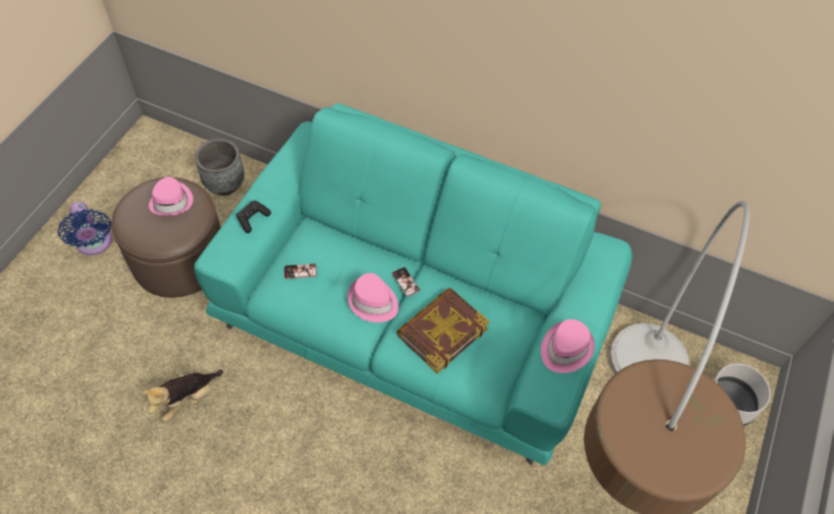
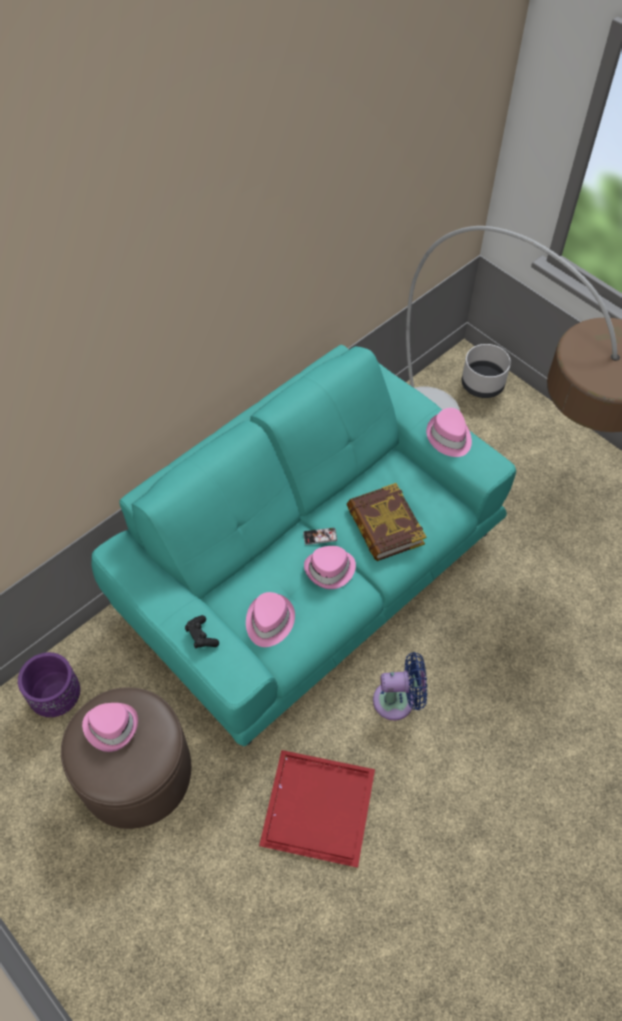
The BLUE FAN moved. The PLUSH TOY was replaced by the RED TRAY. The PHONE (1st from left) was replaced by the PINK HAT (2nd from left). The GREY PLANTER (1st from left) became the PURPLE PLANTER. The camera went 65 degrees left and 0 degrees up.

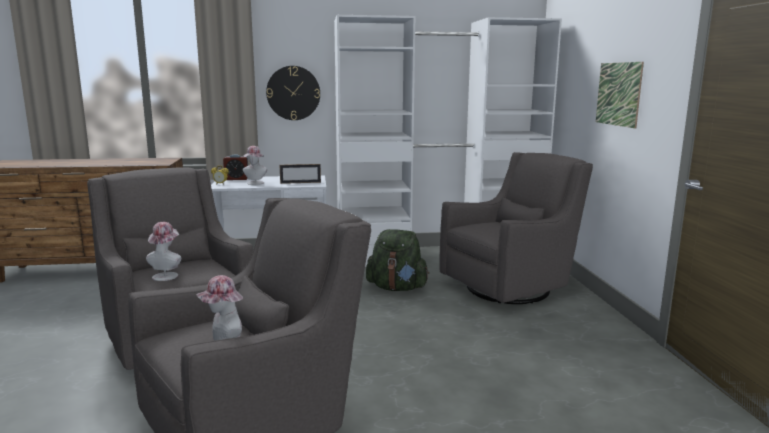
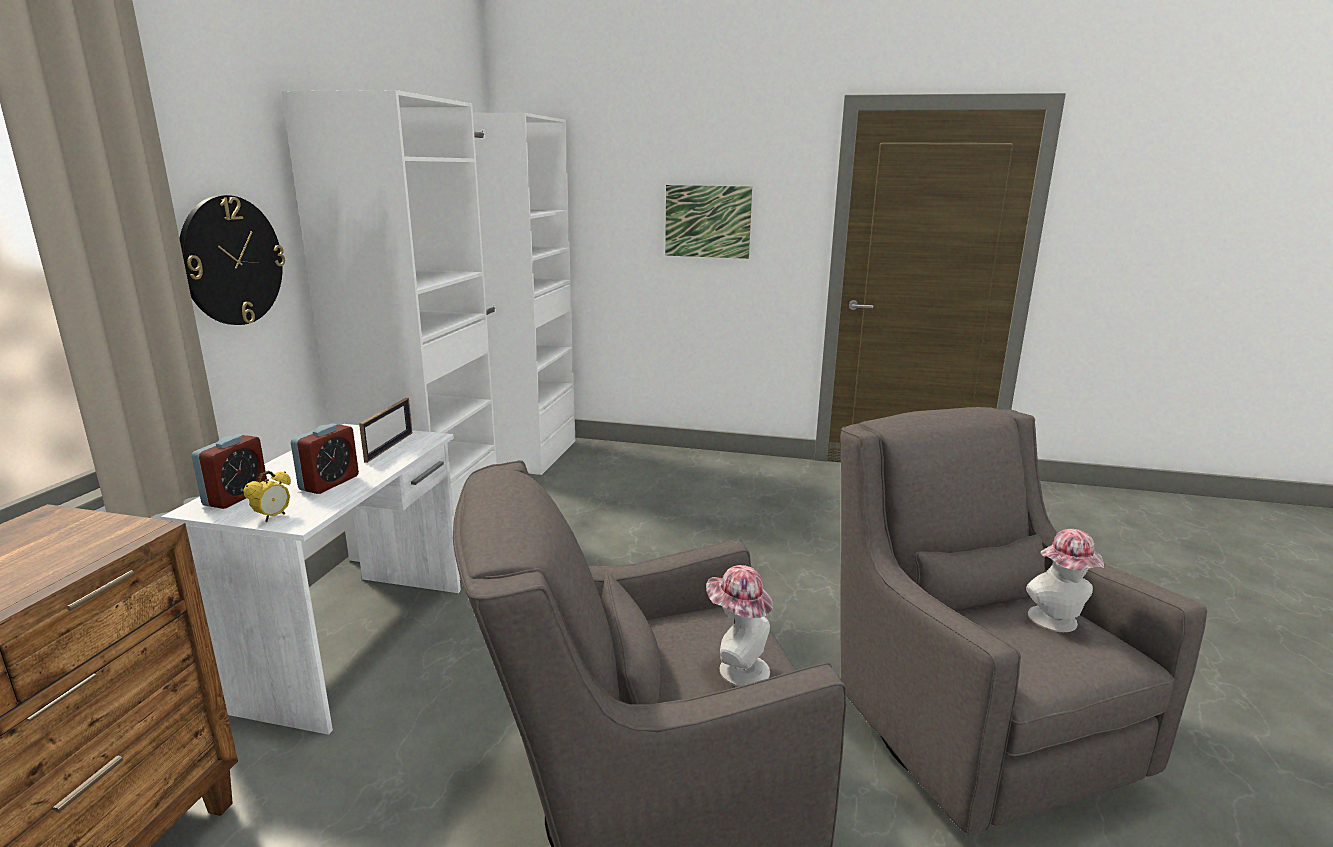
The GREEN BACKPACK disappeared. The GREY ARMCHAIR (3rd from left) disappeared. The HAT (3rd from left) was replaced by the ALARM CLOCK (3rd from left). The camera went 70 degrees left and 5 degrees up.

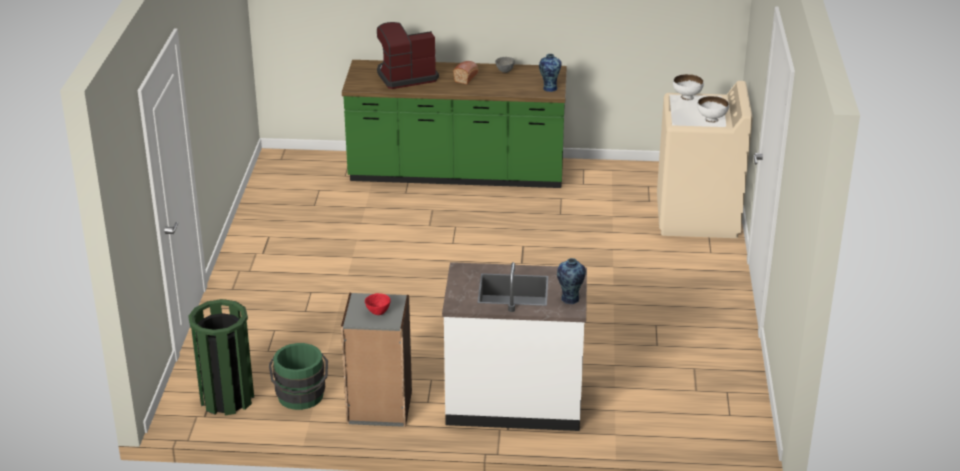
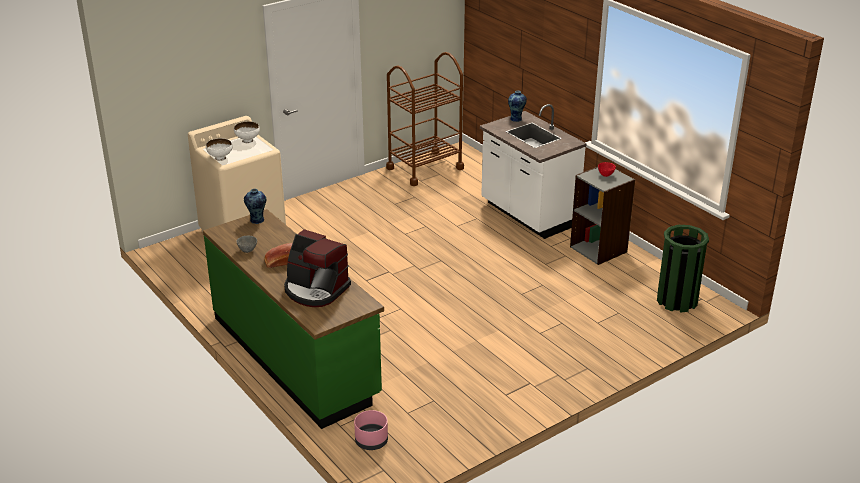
The GREEN BUCKET disappeared. The PINK PLANTER appeared. The BROWN CART appeared. The camera went 130 degrees left and 0 degrees up.

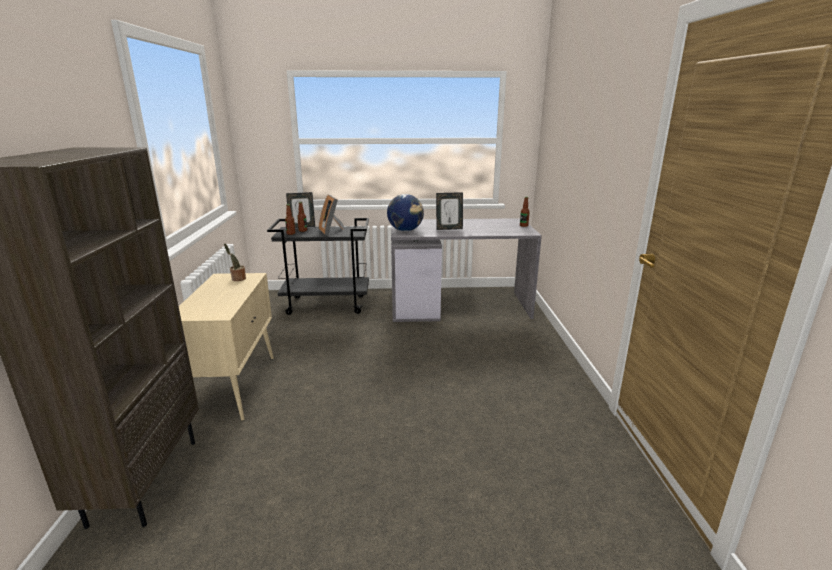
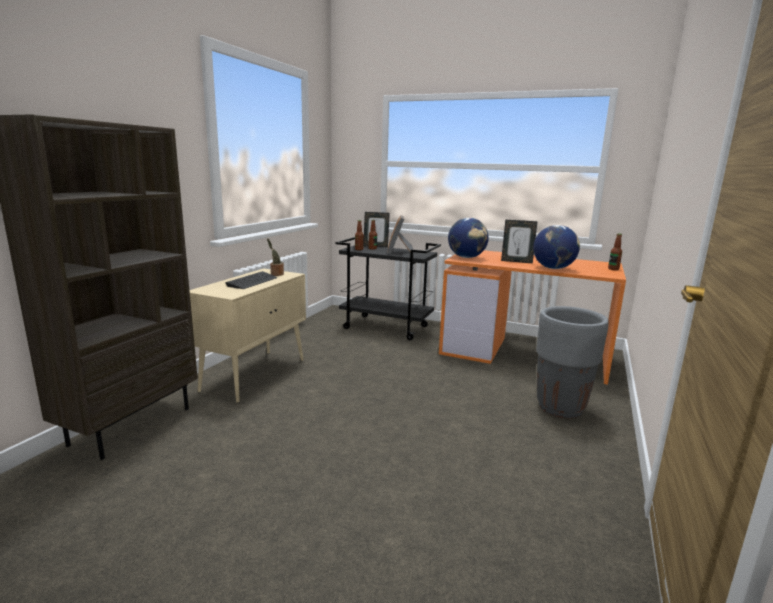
The KEYBOARD appeared. The GLOBE (2nd from left) appeared. The GREY PLANTER appeared. The GREY DESK became the ORANGE DESK. The camera went 25 degrees right and 5 degrees down.

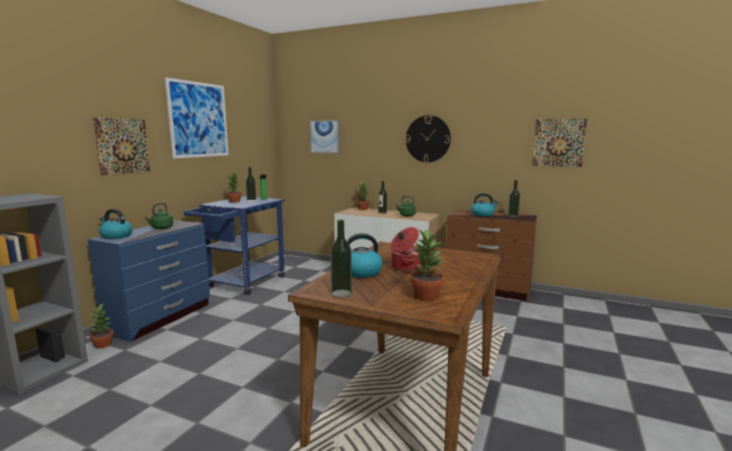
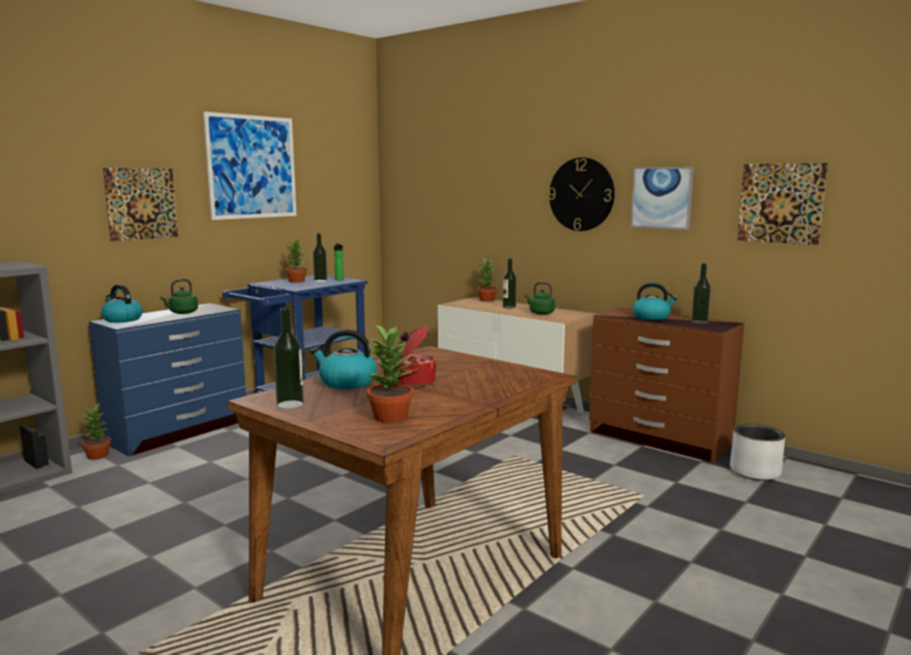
The GREY PLANTER appeared. The PICTURE (3rd from left) moved. The camera went 15 degrees right and 0 degrees up.

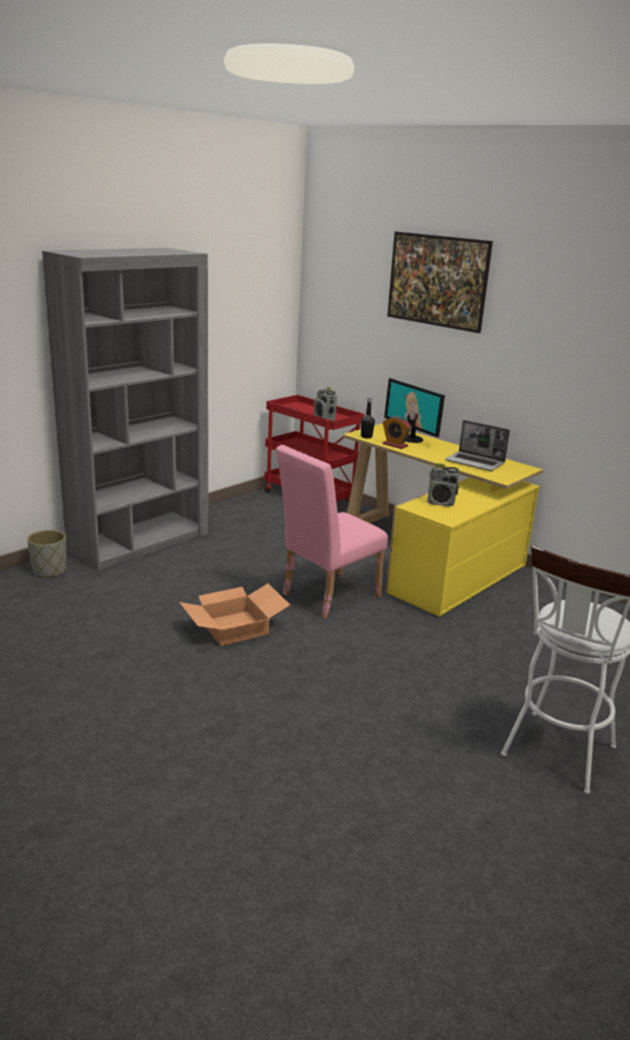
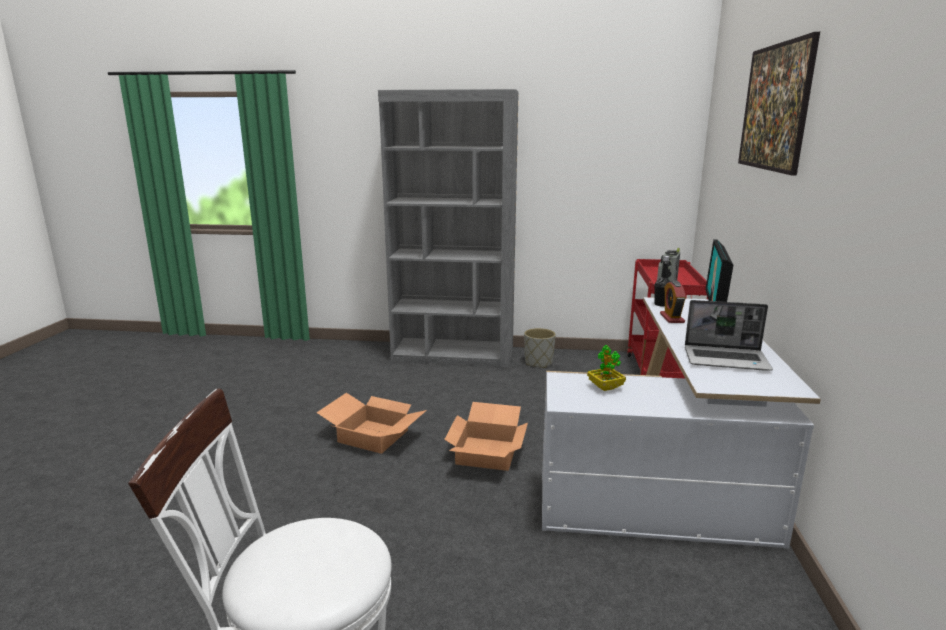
The GREY PLANTER moved. The PINK CHAIR was replaced by the CARDBOARD BOX (2nd from left). The RADIO (2nd from left) was replaced by the POTTED PLANT. The YELLOW DESK became the WHITE DESK. The LAPTOP turned 75 degrees counterclockwise. The camera went 55 degrees right and 5 degrees down.

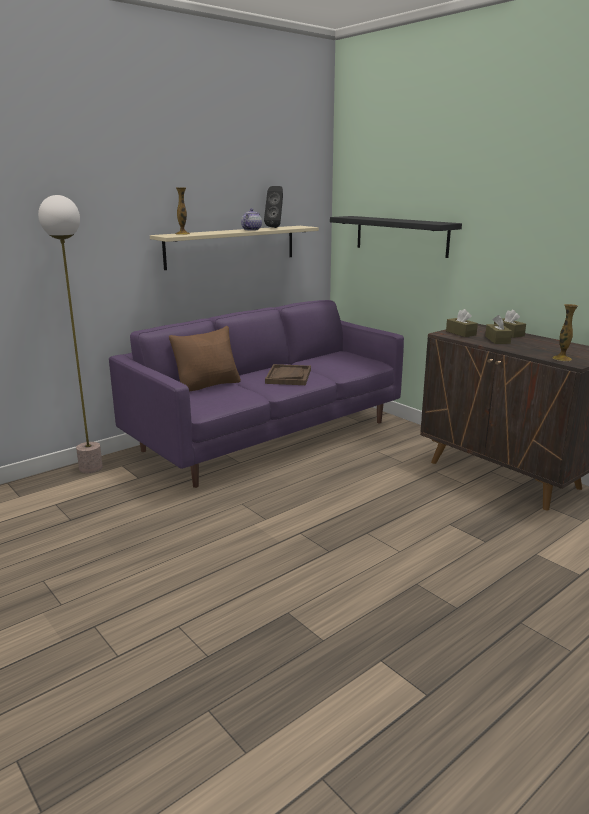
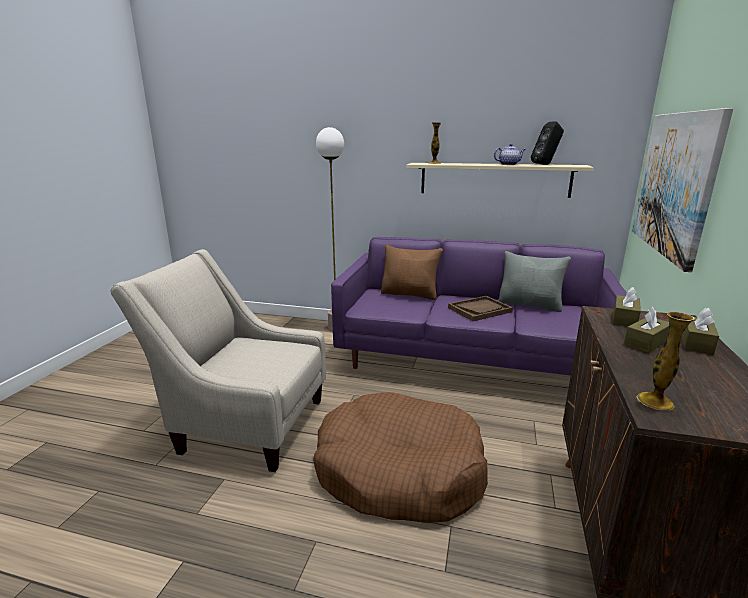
The BEIGE ARMCHAIR appeared. The BROWN DOG BED appeared. The GREY PILLOW appeared. The BLACK SHELF was replaced by the PICTURE. The camera went 55 degrees right and 0 degrees up.

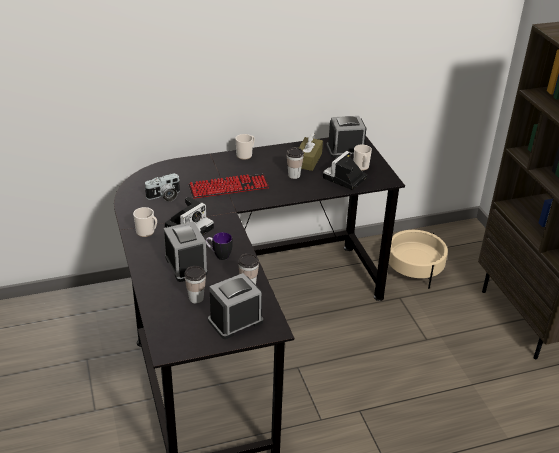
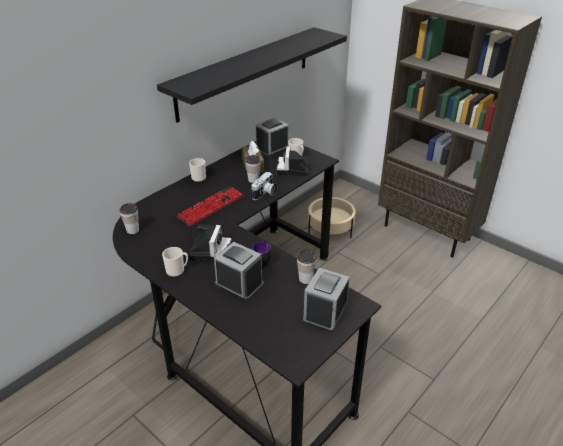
The BLACK SHELF appeared. The PHOTO CAMERA (1st from left in the first image) moved. The CUP (1st from left) moved. The camera went 30 degrees left and 0 degrees up.

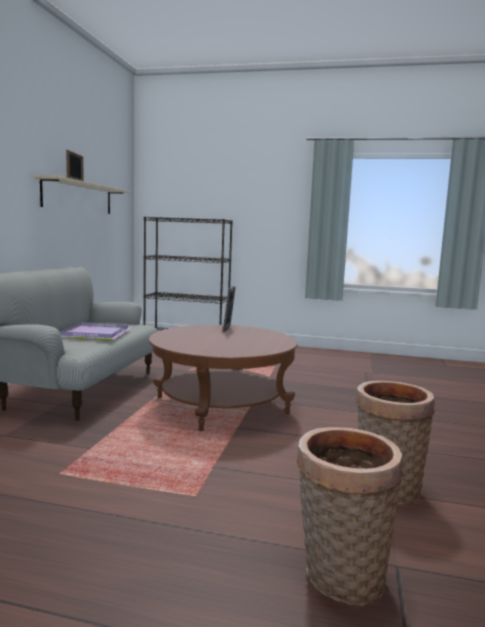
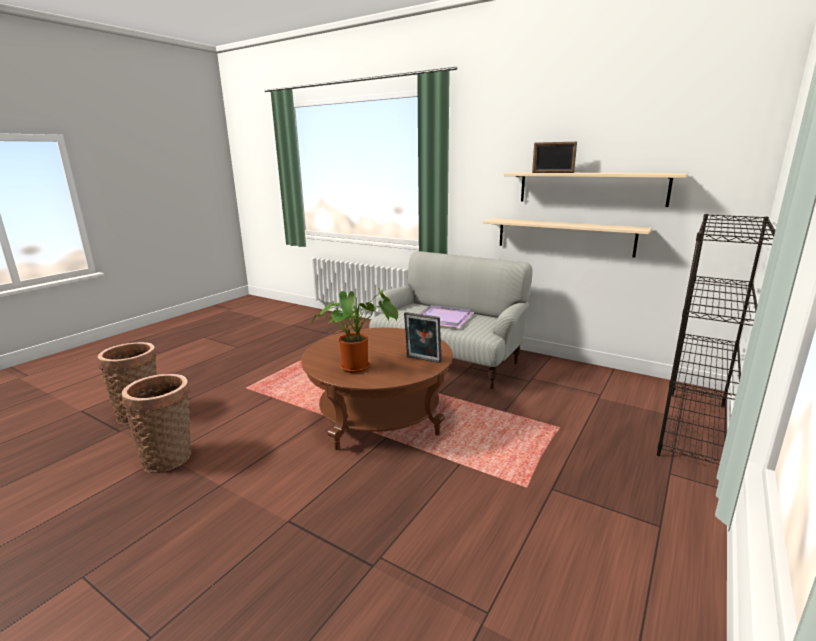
The POTTED PLANT appeared. The BEIGE SHELF (1st from left) appeared. The camera went 110 degrees right and 10 degrees up.

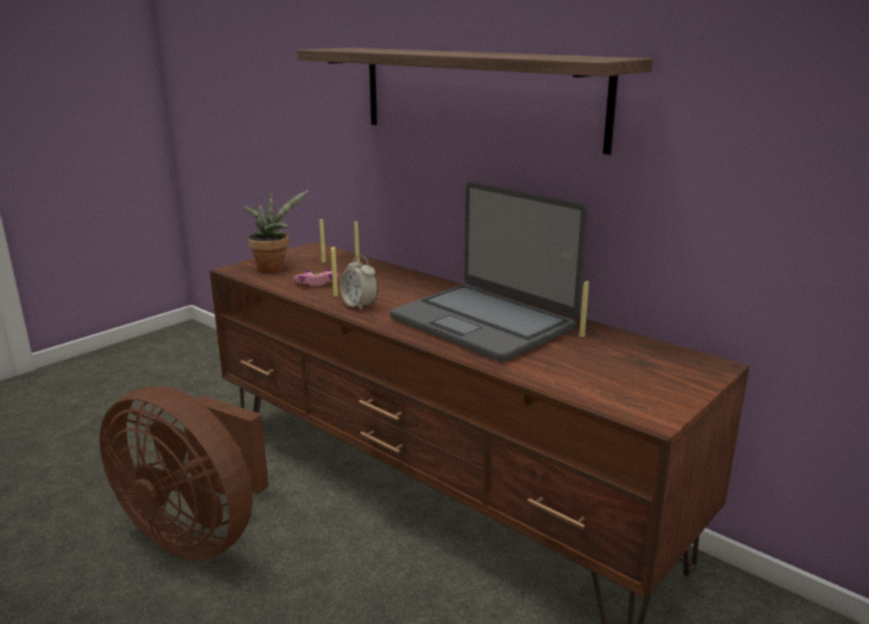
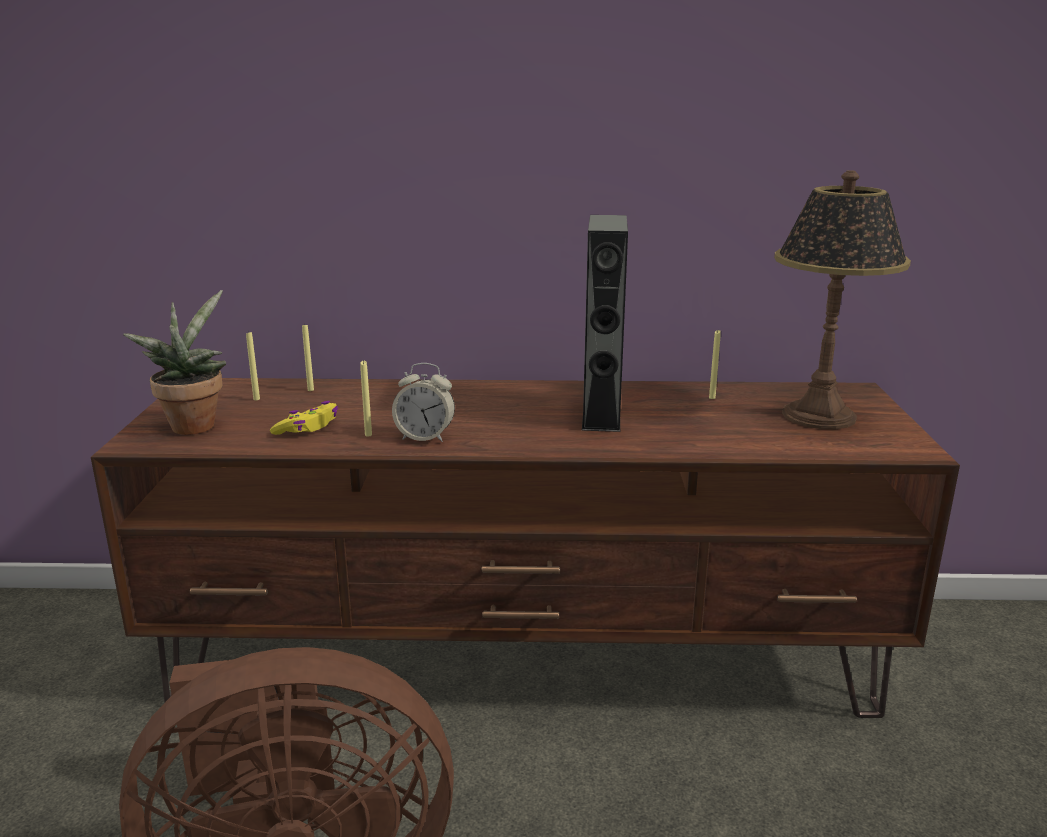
The SHELF disappeared. The TABLE LAMP appeared. The LAPTOP was replaced by the GREY SPEAKER. The PINK GAME CONTROLLER became the YELLOW GAME CONTROLLER. The camera went 40 degrees left and 0 degrees up.

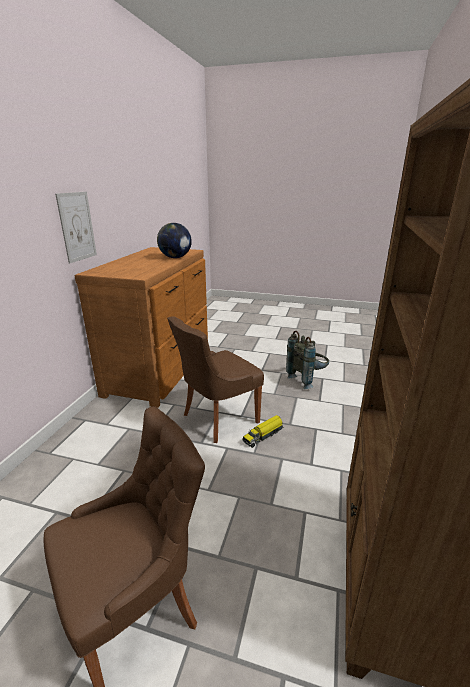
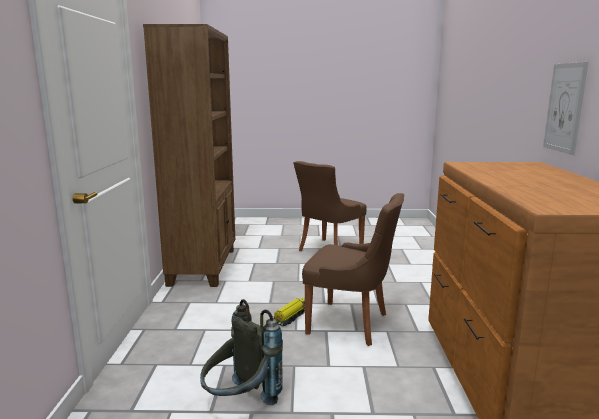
The GLOBE disappeared. The BROWN CHAIR (2nd from left) turned 75 degrees clockwise. The camera went 165 degrees right and 10 degrees down.

